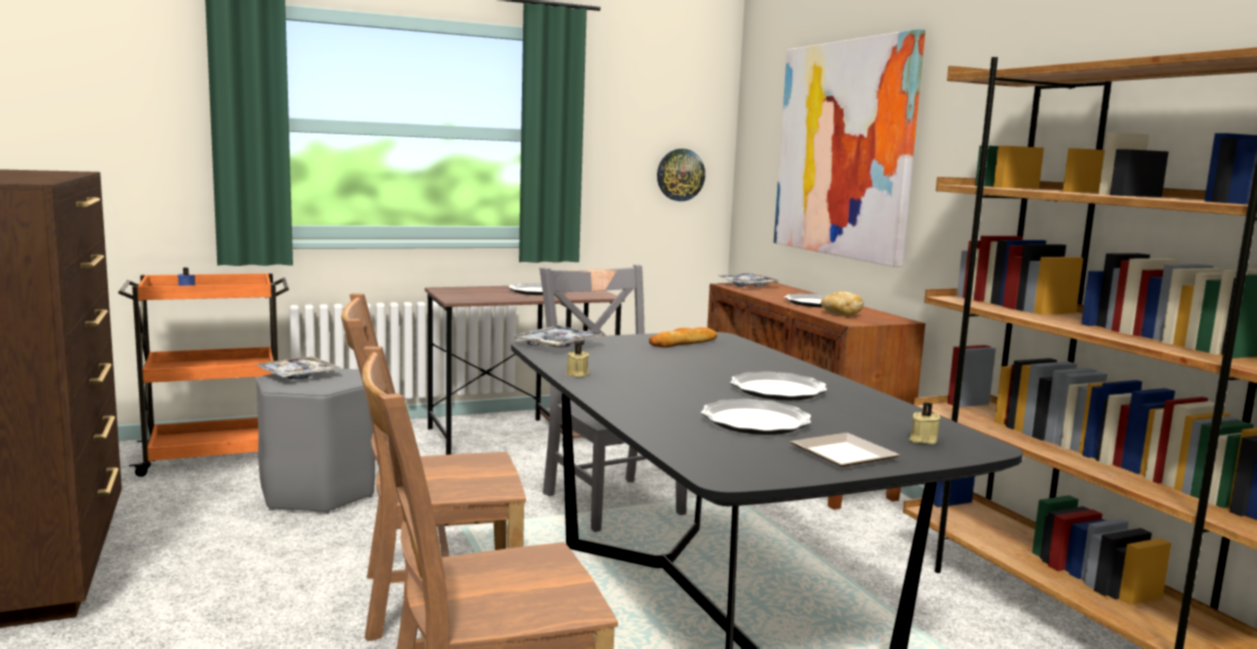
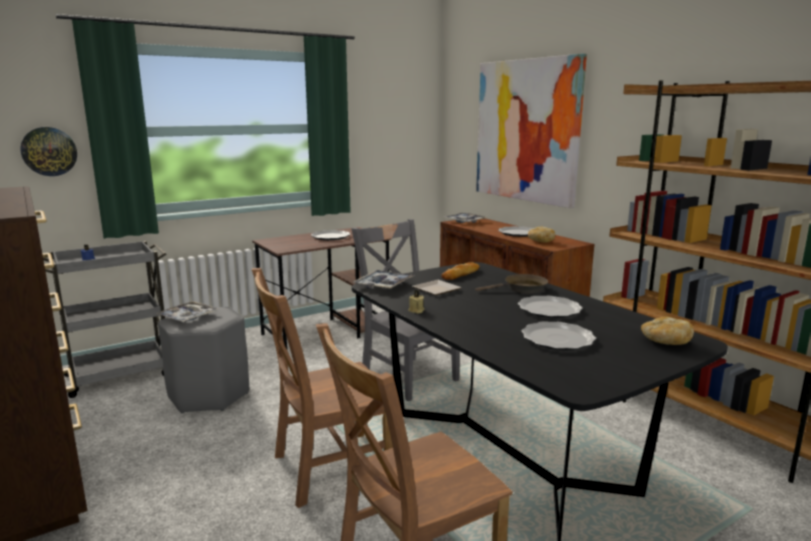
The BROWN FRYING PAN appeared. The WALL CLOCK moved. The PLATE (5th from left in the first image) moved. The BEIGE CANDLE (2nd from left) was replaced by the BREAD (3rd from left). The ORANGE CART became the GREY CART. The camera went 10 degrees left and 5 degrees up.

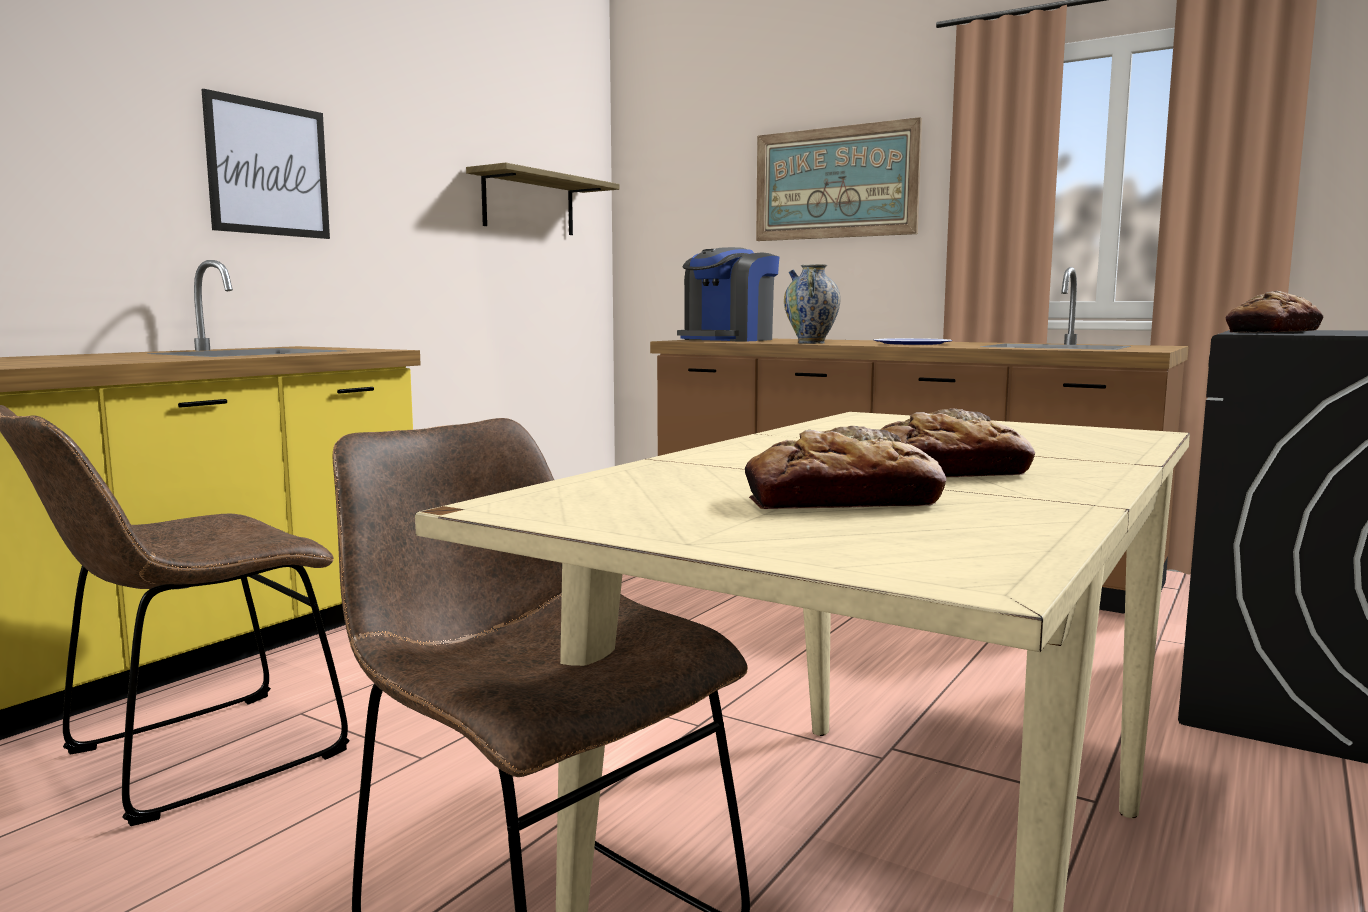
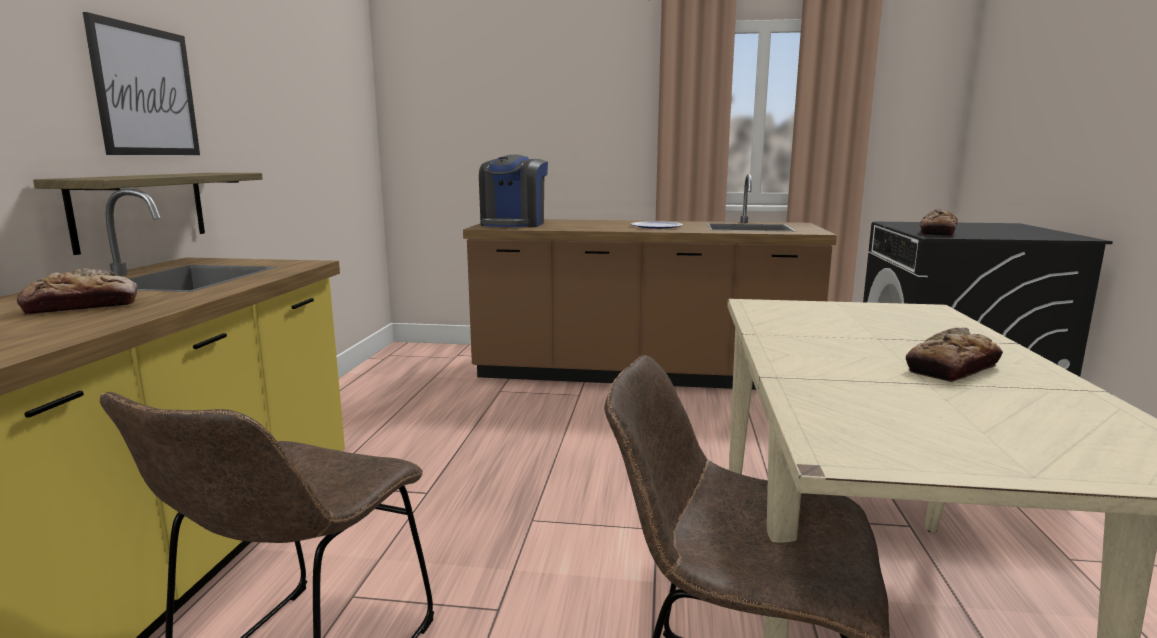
The PICTURE (2nd from left) disappeared. The VASE disappeared. The SHELF moved. The BREAD (1st from left) moved. The camera went 25 degrees left and 5 degrees up.

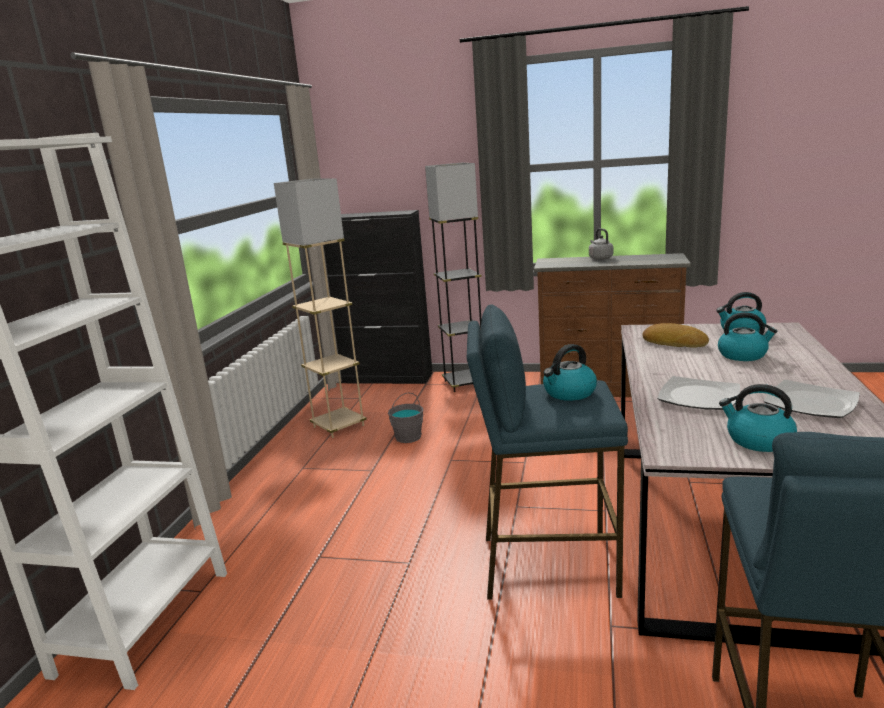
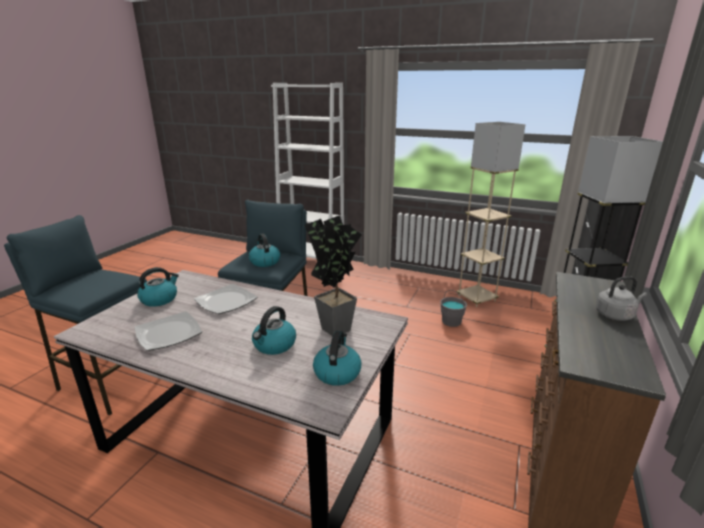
The BREAD was replaced by the POTTED PLANT. The camera went 100 degrees right and 5 degrees up.

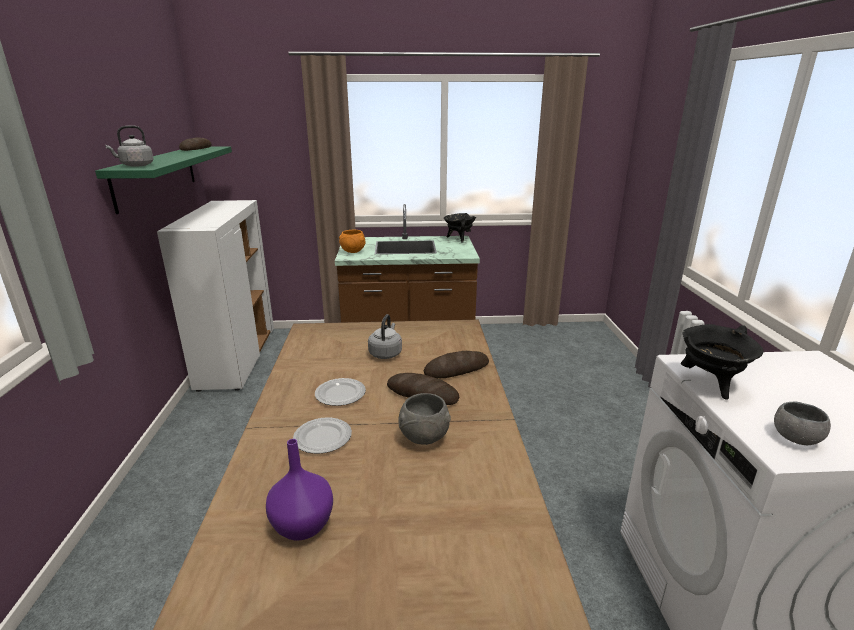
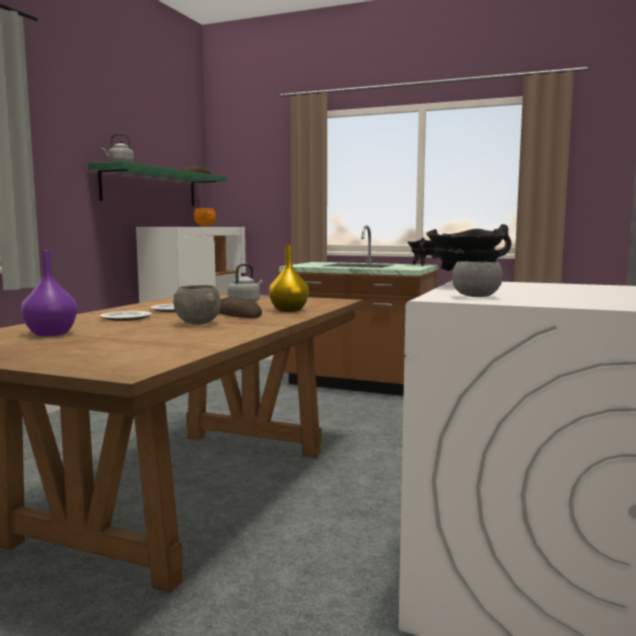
The ORANGE BOWL moved. The BREAD (3rd from left) was replaced by the YELLOW VASE. The camera went 25 degrees right and 15 degrees down.

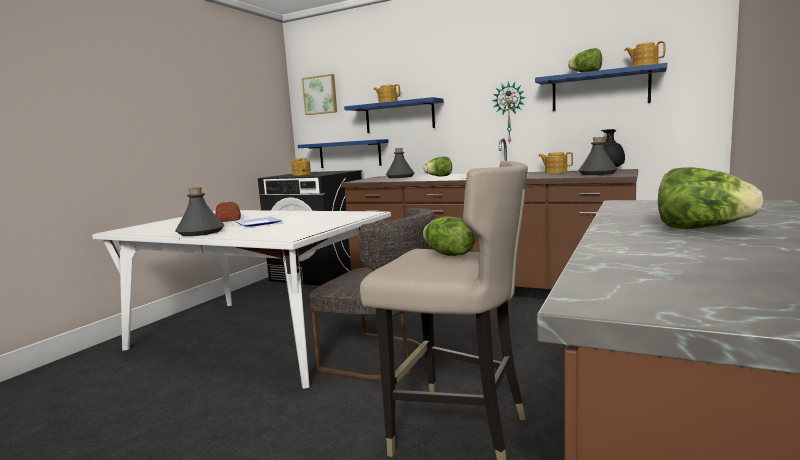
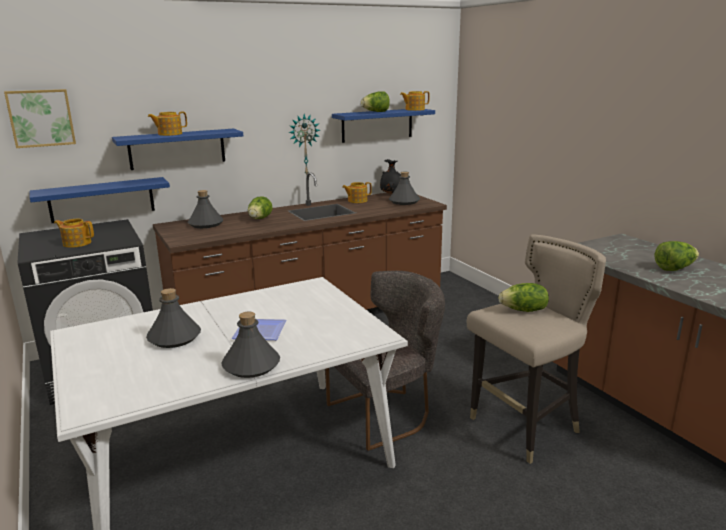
The BREAD was replaced by the GREY BOTTLE (1st from left). The camera went 55 degrees left and 10 degrees up.

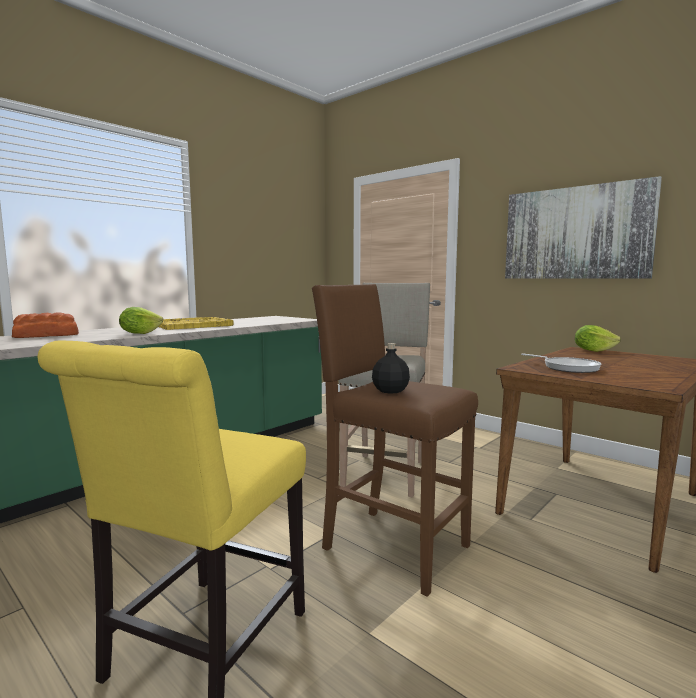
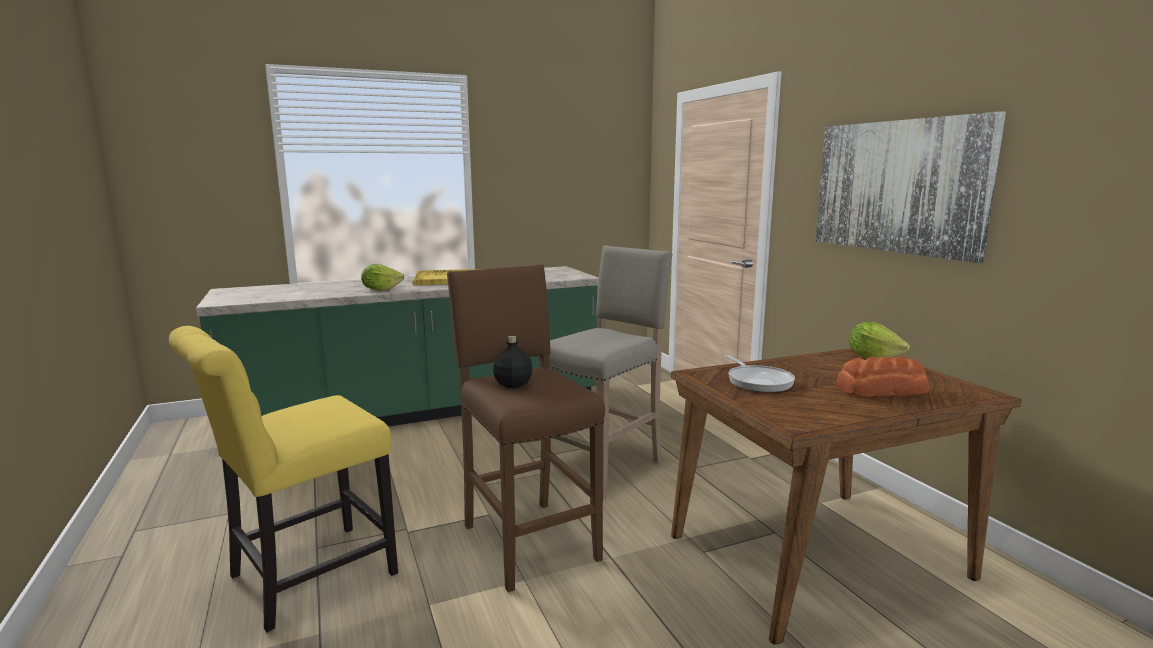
The BREAD moved. The camera went 25 degrees right and 5 degrees up.

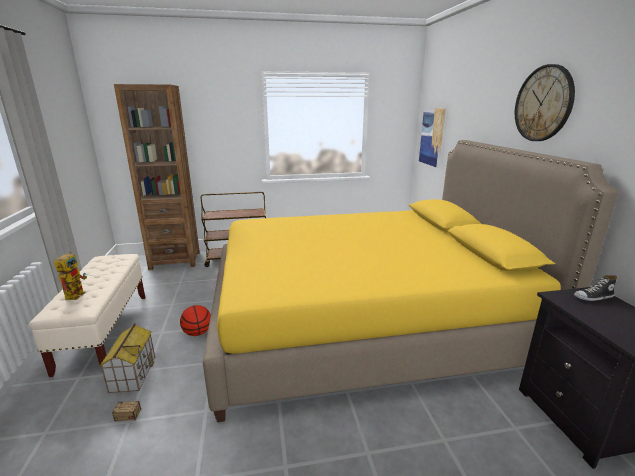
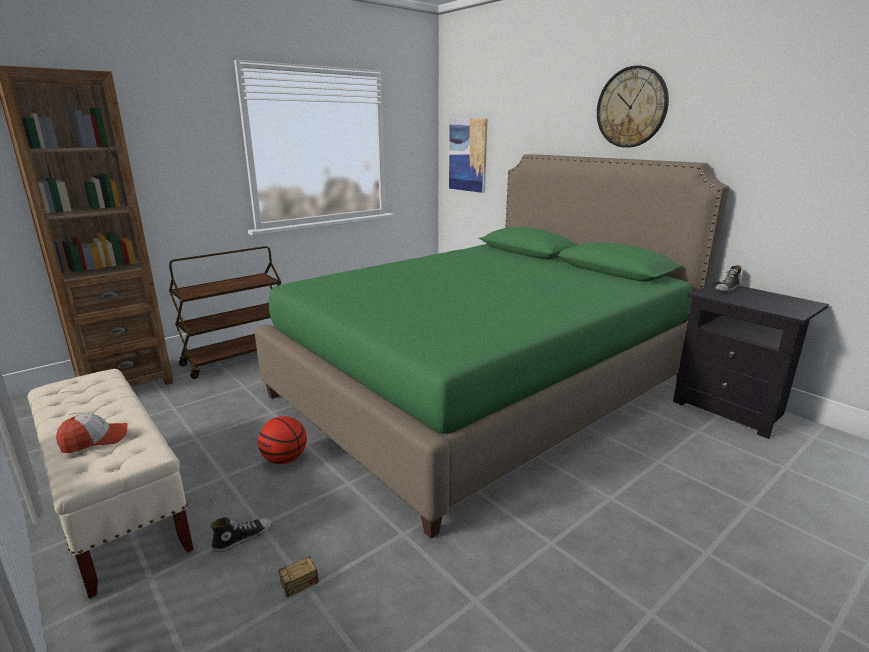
The TOY ROBOT was replaced by the CAP. The TOY HOUSE was replaced by the SHOE (1st from left). The YELLOW BED became the GREEN BED. The camera went 30 degrees left and 0 degrees up.

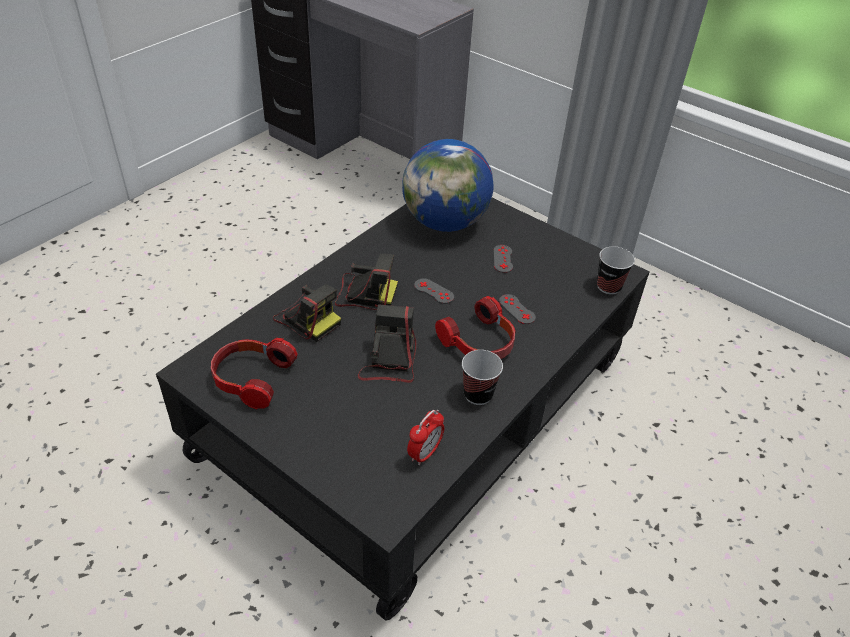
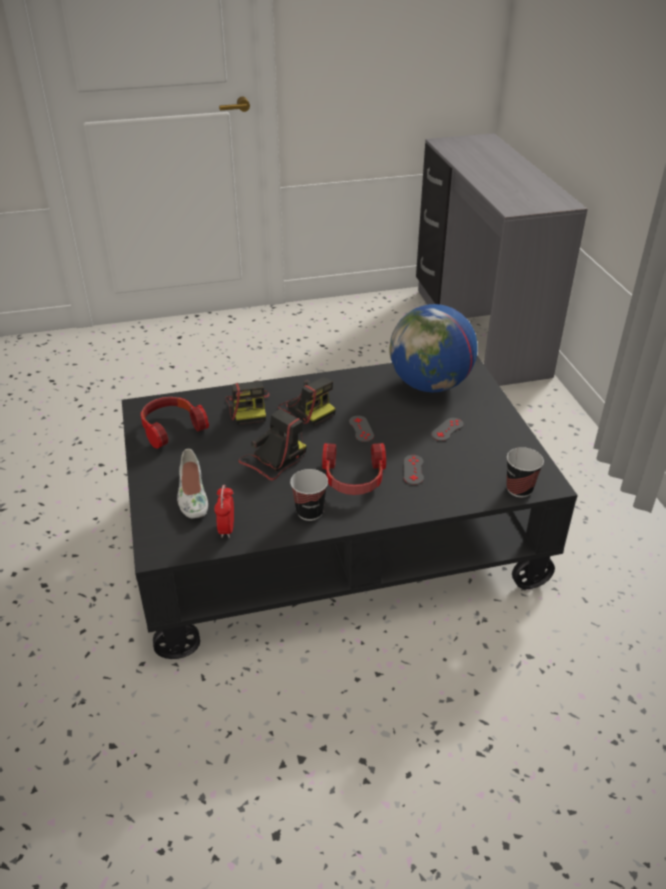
The WHITE SHOE appeared. The ALARM CLOCK turned 105 degrees clockwise. The camera went 40 degrees right and 5 degrees down.

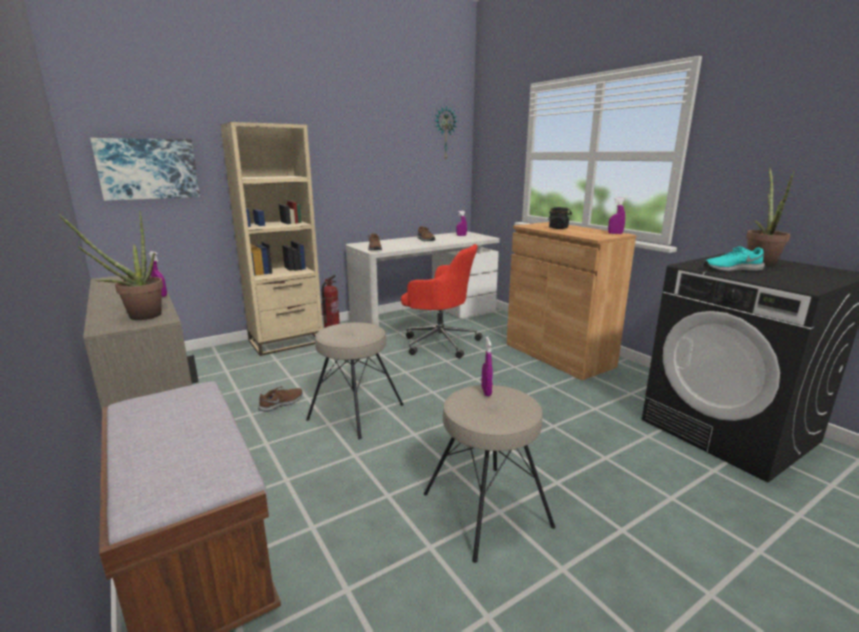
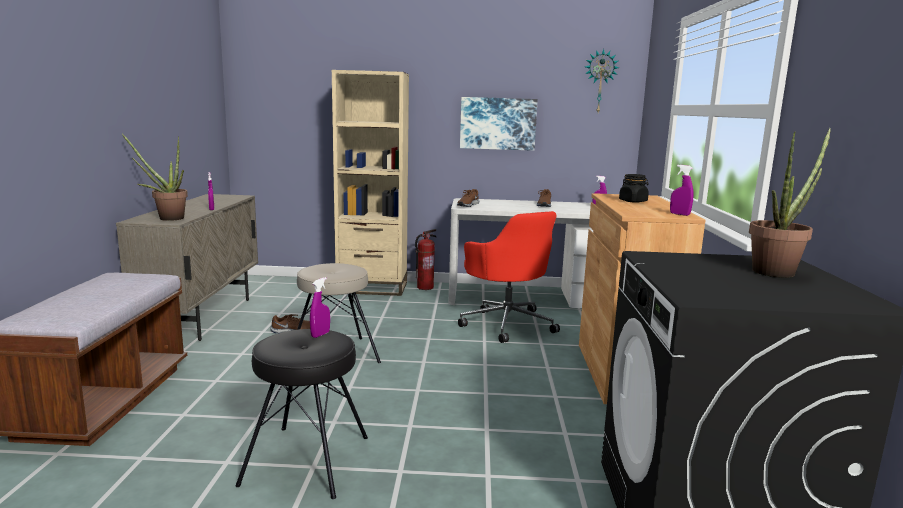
The TURQUOISE SHOE disappeared. The PICTURE moved. The BEIGE STOOL (2nd from left) became the BLACK STOOL. The camera went 35 degrees right and 5 degrees down.

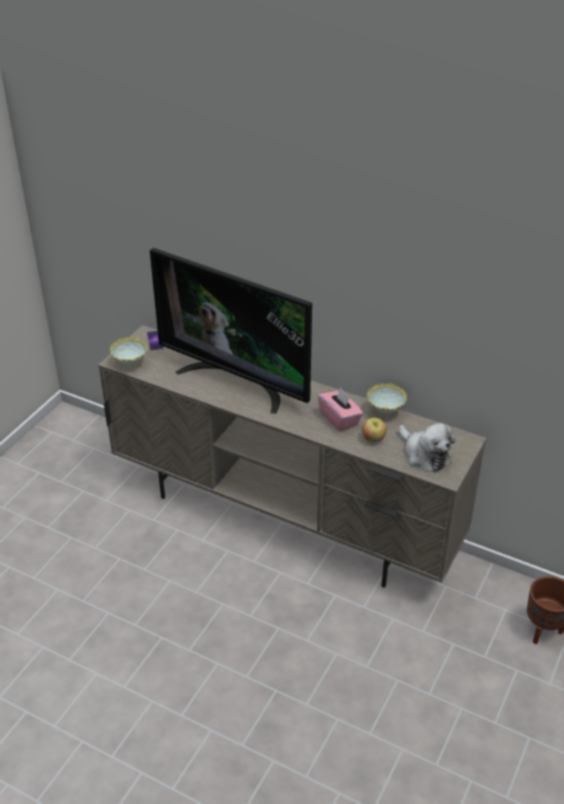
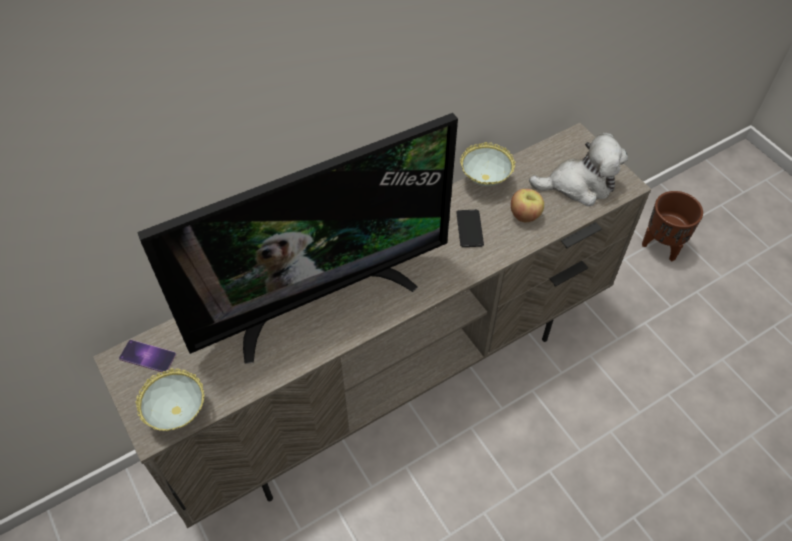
The PINK TISSUE BOX was replaced by the PHONE (2nd from left). The camera went 60 degrees left and 15 degrees up.

